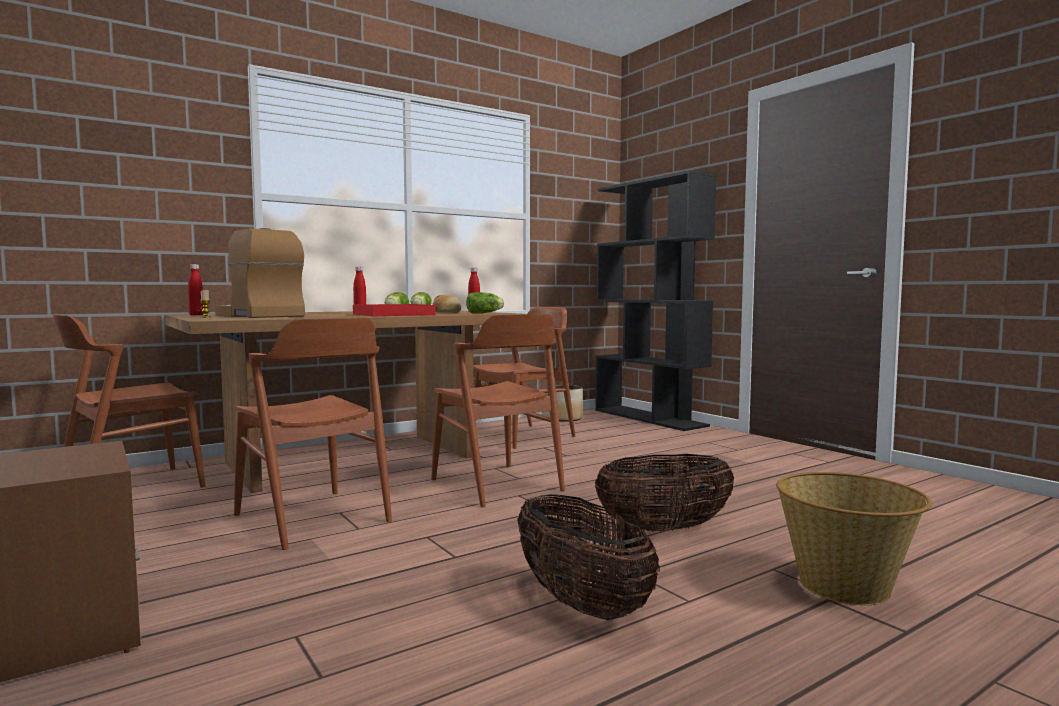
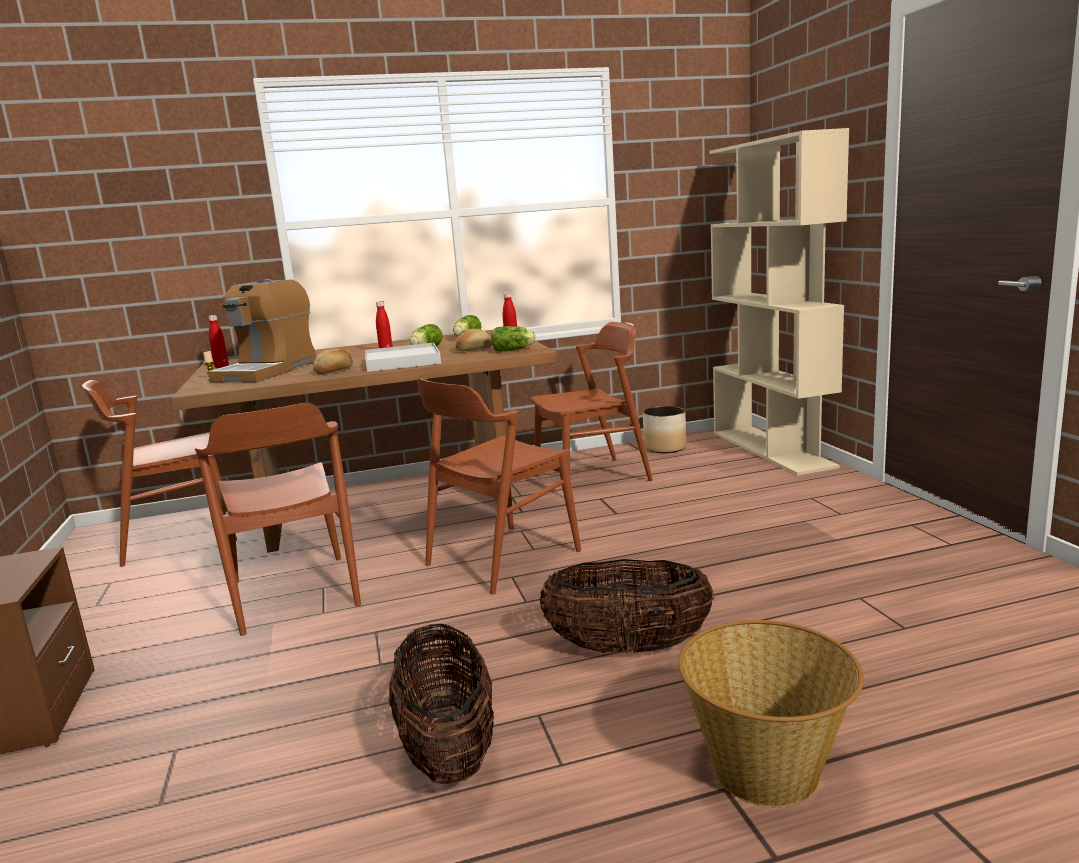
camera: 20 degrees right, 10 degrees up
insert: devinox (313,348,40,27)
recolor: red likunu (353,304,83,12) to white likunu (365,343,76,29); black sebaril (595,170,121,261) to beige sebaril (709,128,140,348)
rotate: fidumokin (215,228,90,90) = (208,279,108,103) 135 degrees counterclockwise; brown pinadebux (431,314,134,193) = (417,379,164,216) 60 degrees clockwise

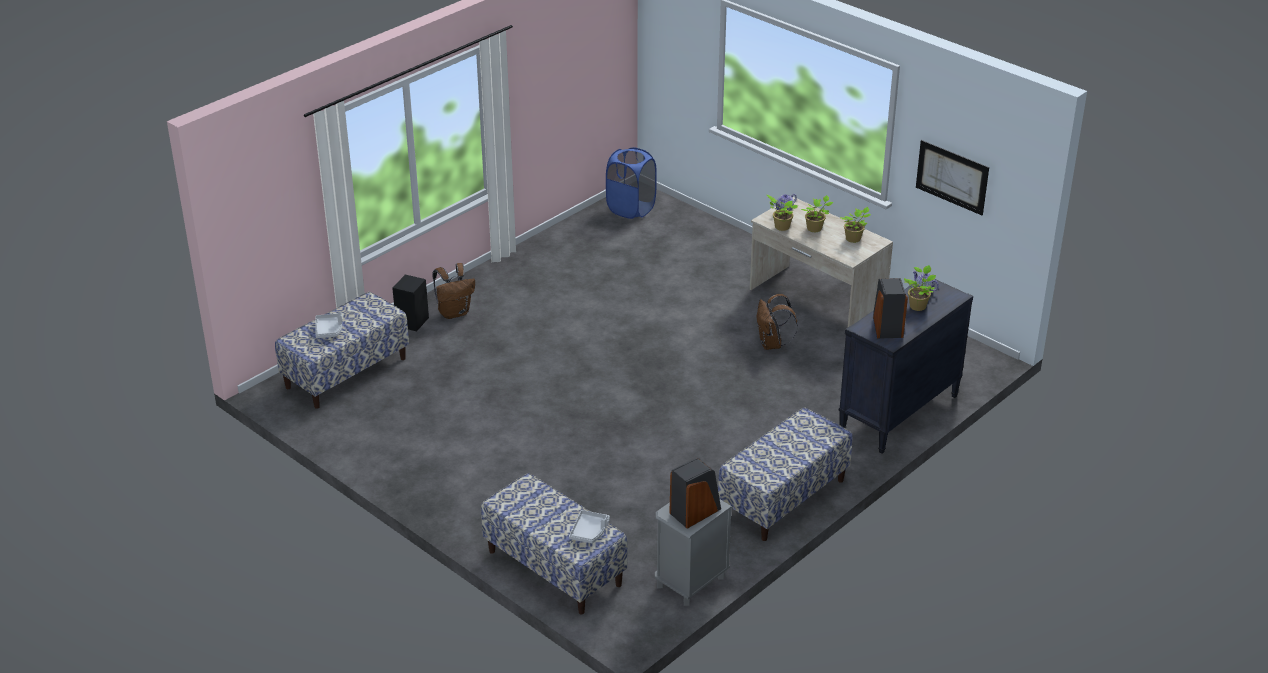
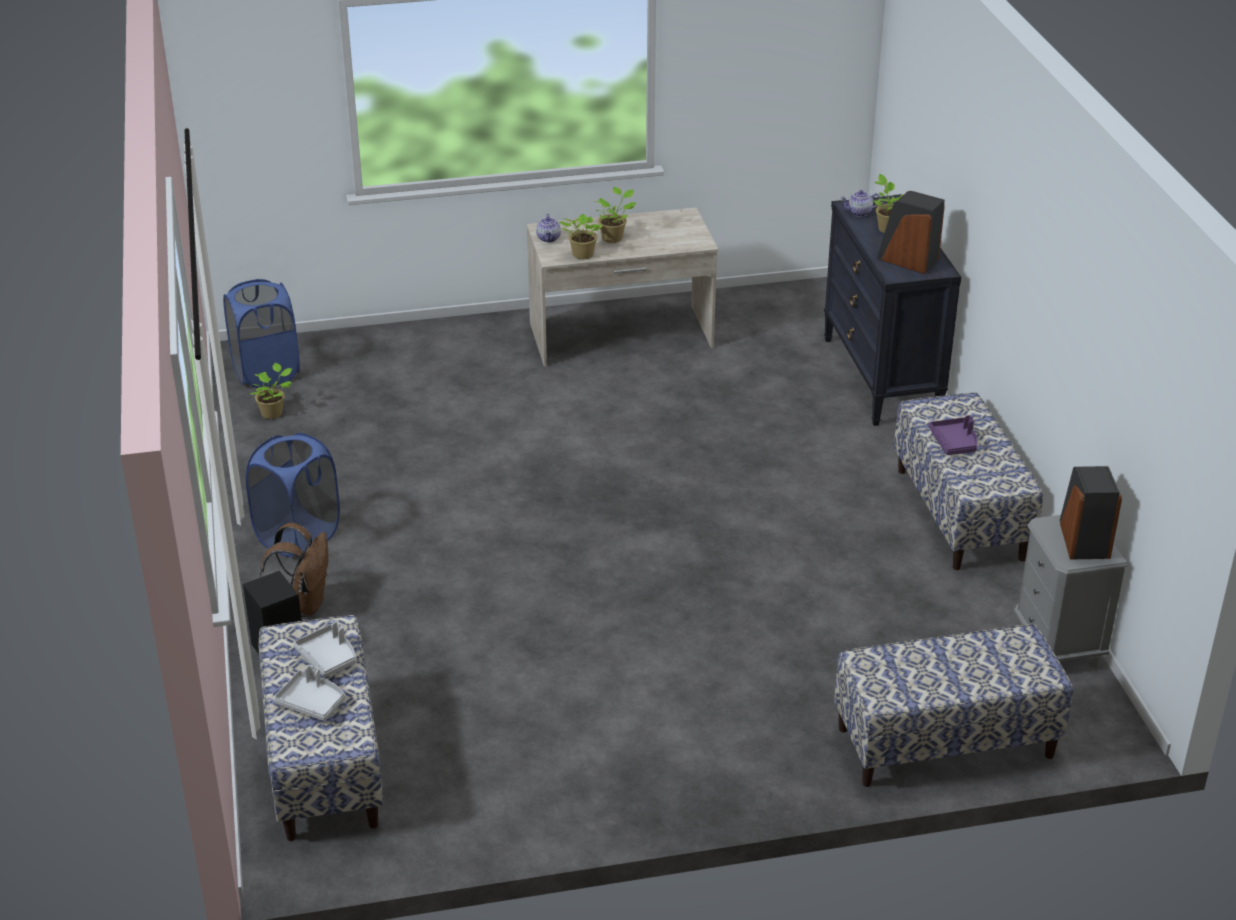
camera: 55 degrees left, 0 degrees up
delete: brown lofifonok (757,294,41,56); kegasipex (916,140,73,75)
insert: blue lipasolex (246,433,94,124); purple likunu (929,415,49,40)
move: grey likunu (569,510,41,33) to (293,621,63,57); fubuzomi (840,207,31,36) to (250,363,42,56)

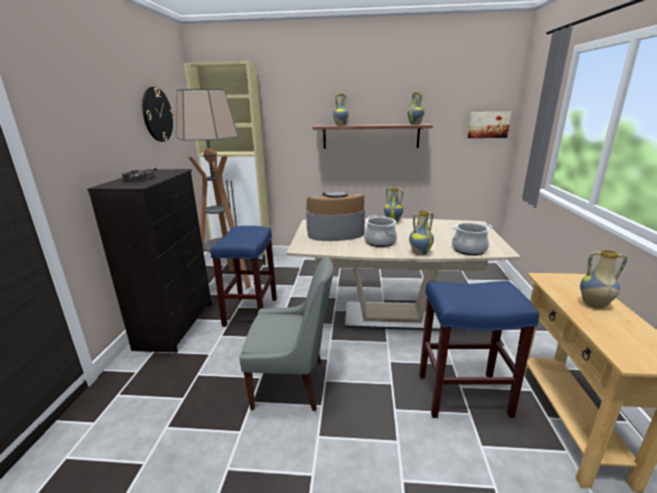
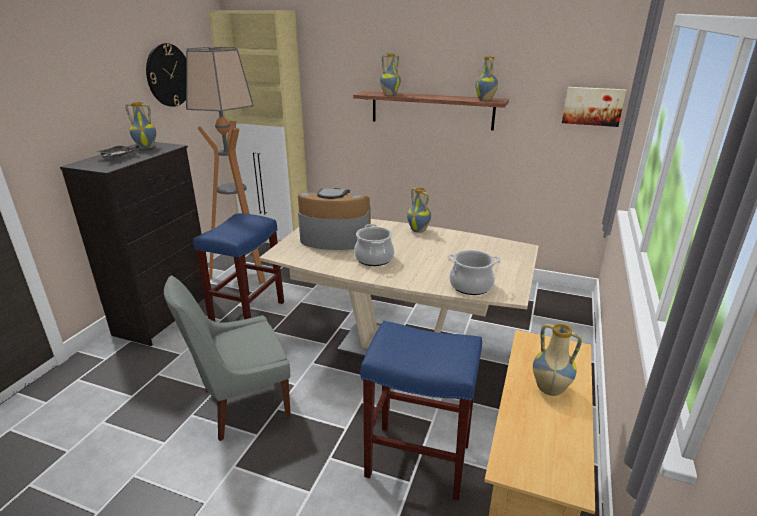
camera: 15 degrees right, 5 degrees up
move: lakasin (409,210,25,45) to (126,102,30,47)
rotate: grey pinadebux (239,255,95,156) = (164,275,127,166) 135 degrees clockwise

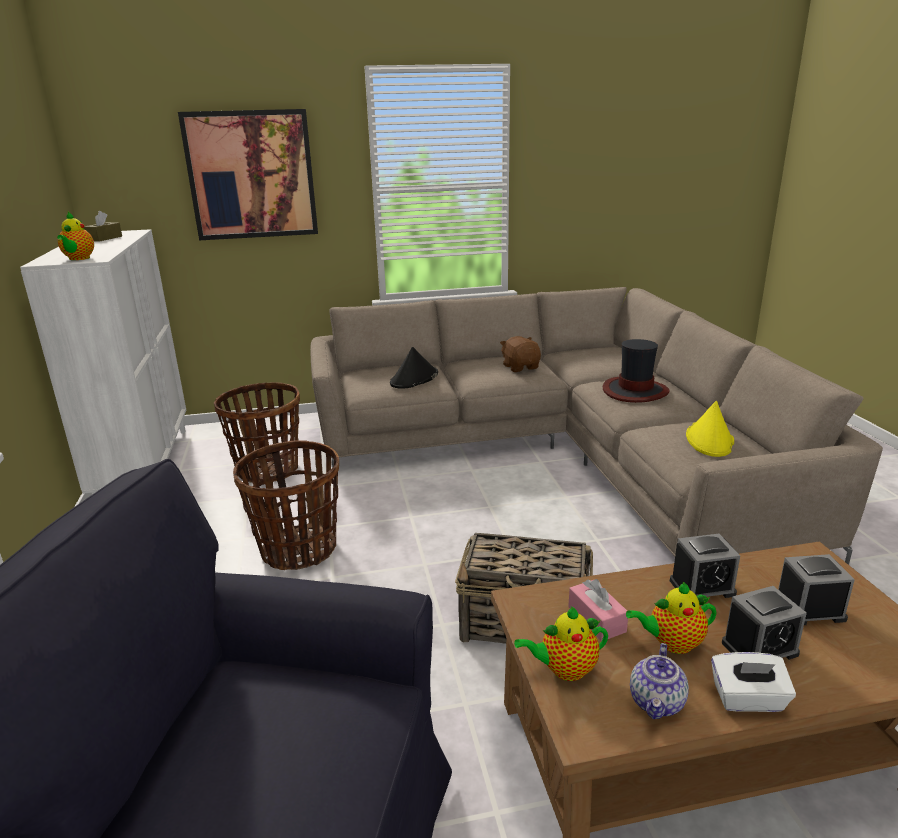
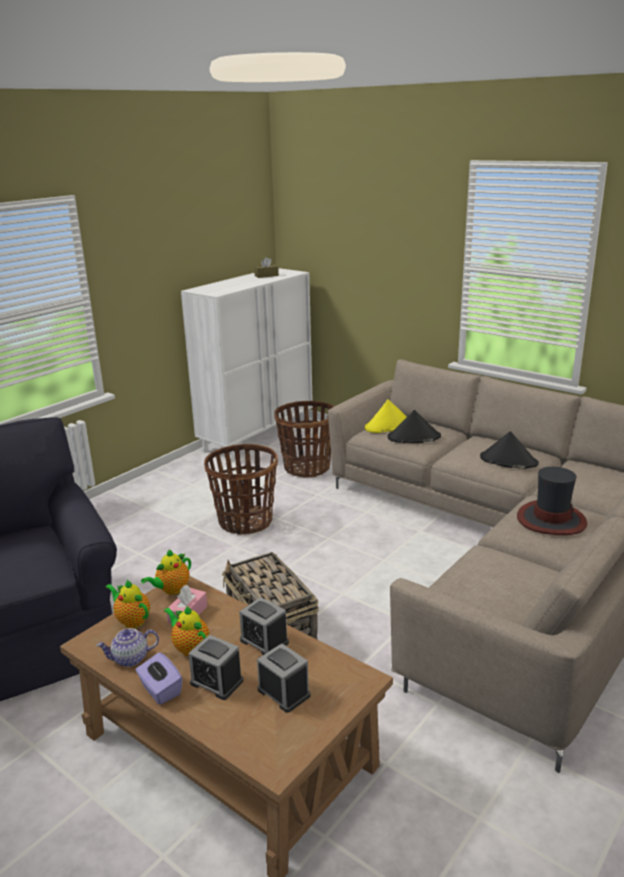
camera: 50 degrees right, 0 degrees up
delete: kegasipex (178,109,140,131)
move: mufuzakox (57,212,37,48) to (141,549,50,46); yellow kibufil (686,401,48,56) to (365,399,42,34)
replace: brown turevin (500,336,41,36) to black kibufil (480,431,59,38)
recolor: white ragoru (711,652,85,60) to purple ragoru (136,652,47,53)

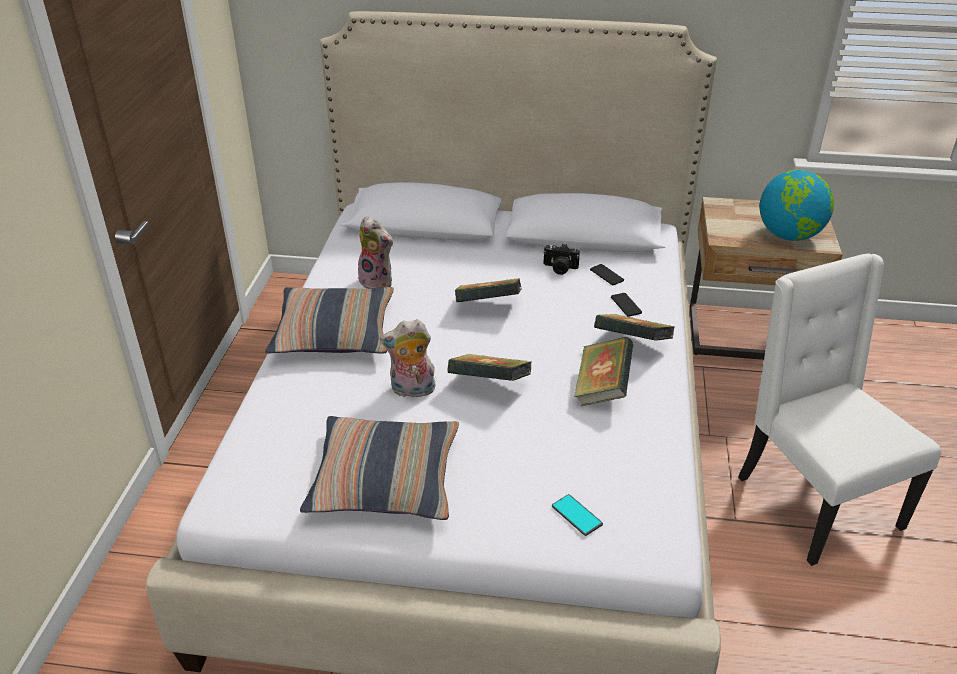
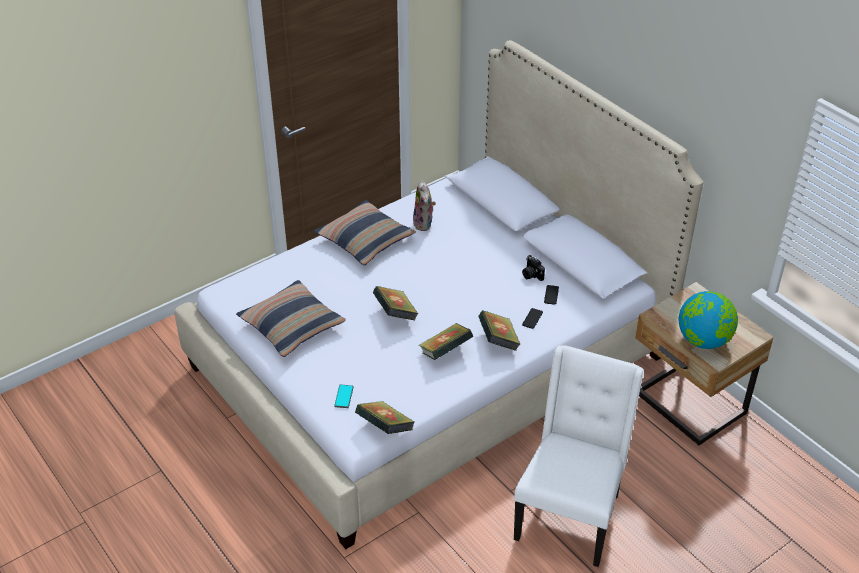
camera: 45 degrees right, 5 degrees up
delete: turevin (380,319,56,81)
move: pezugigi (455,278,66,24) to (355,401,59,33)

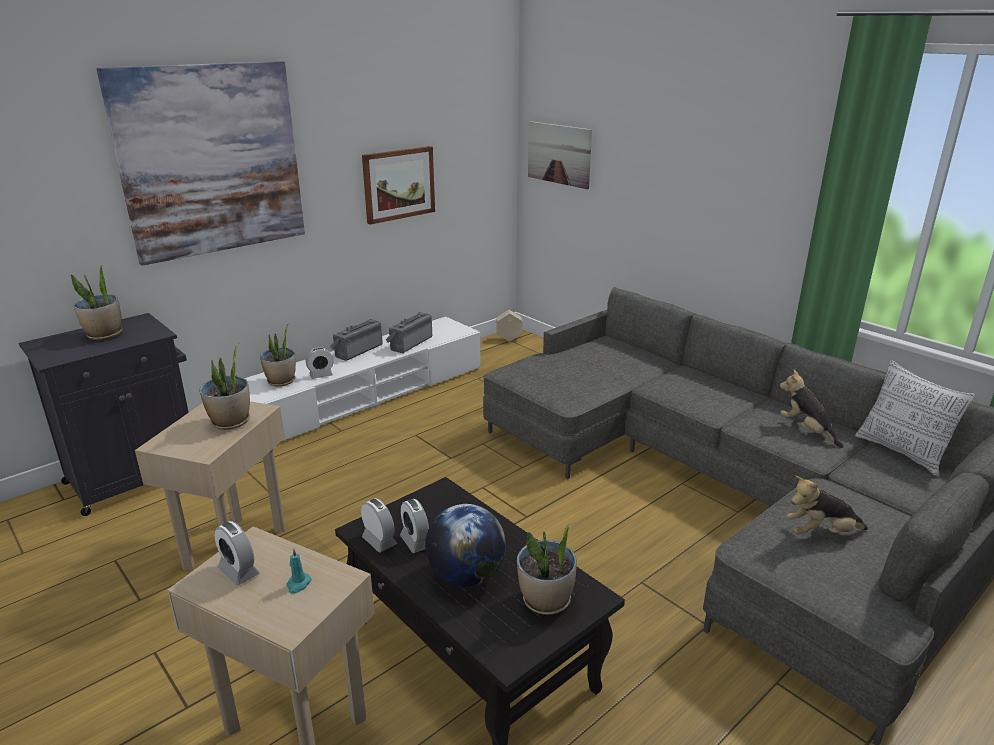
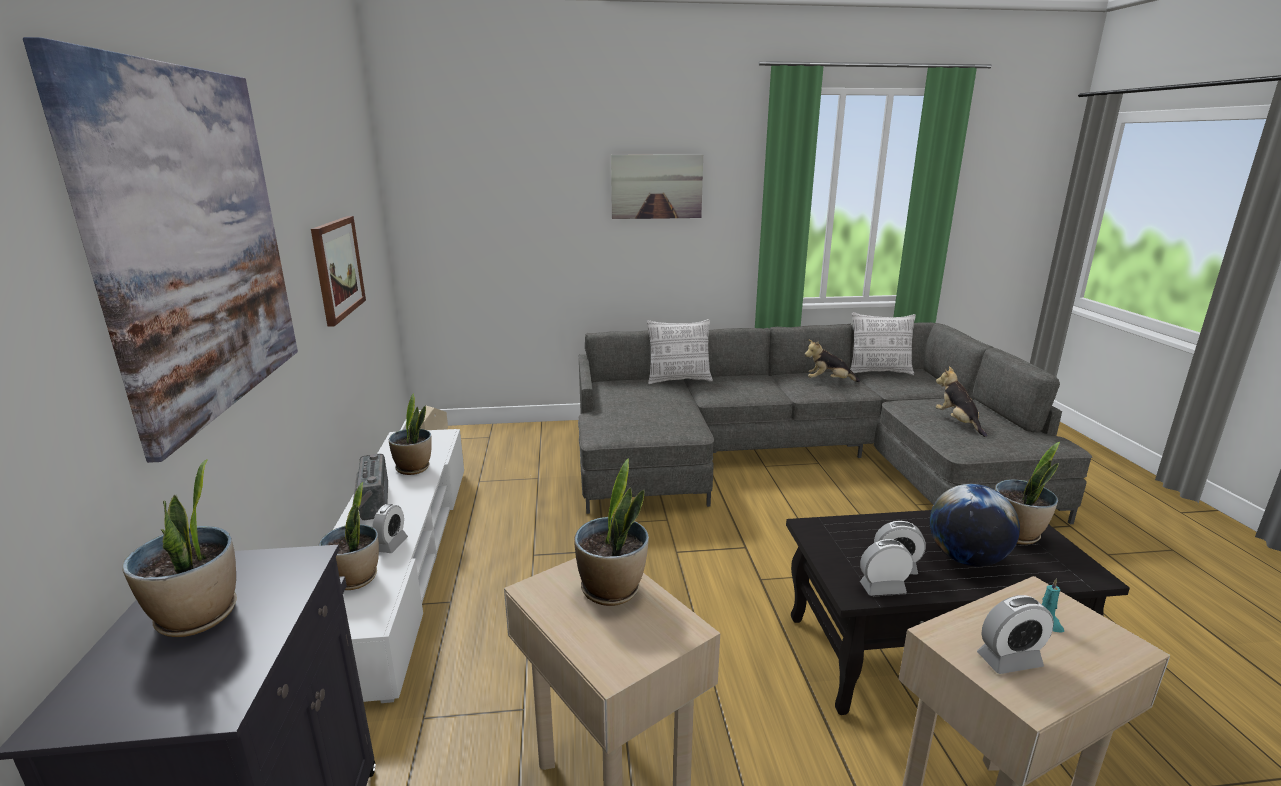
camera: 55 degrees left, 5 degrees down
insert: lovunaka (646,319,67,65)
move: kegasipex (528,121,64,68) to (611,155,92,64)
replace: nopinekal (386,312,46,41) to fubuzomi (389,393,43,82)
rotate: turevin (787,476,81,58) = (936,366,51,71) 135 degrees clockwise

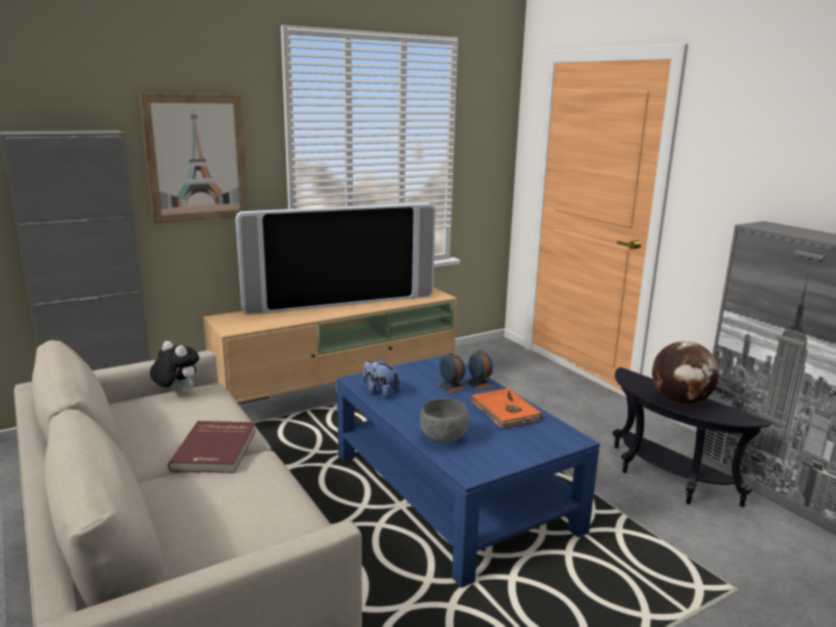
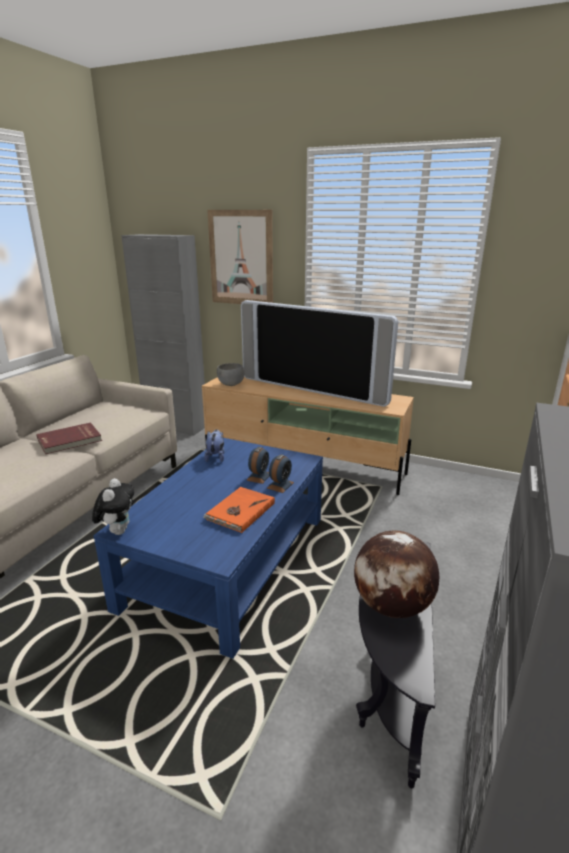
camera: 55 degrees right, 5 degrees up
move: turevin (150,341,49,54) to (92,478,42,57); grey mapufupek (420,399,49,44) to (217,363,27,23)

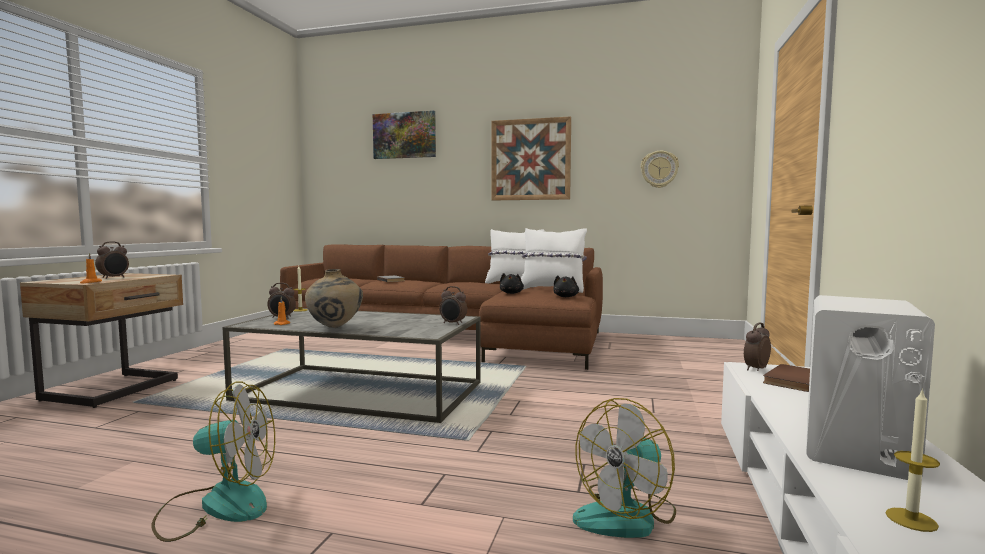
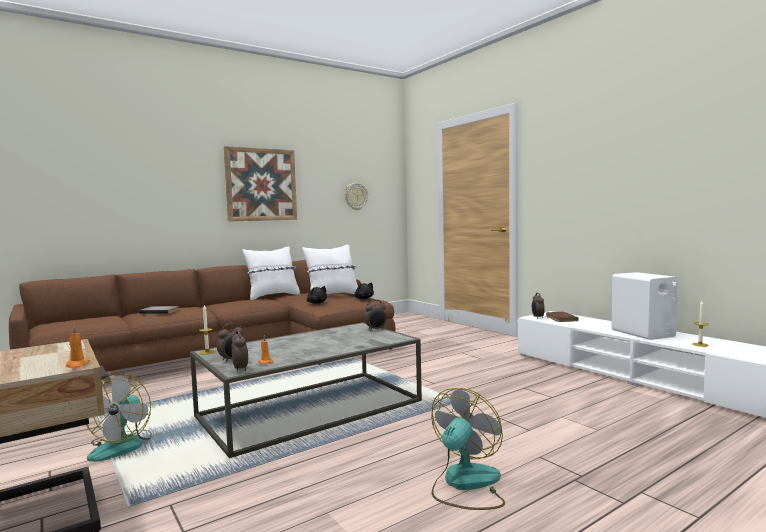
camera: 50 degrees left, 0 degrees up
delete: beige lakasin (305,269,58,59); kegasipex (373,110,63,49)
move: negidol (95,241,34,38) to (231,330,17,41); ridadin (573,398,103,140) to (86,374,66,88)

